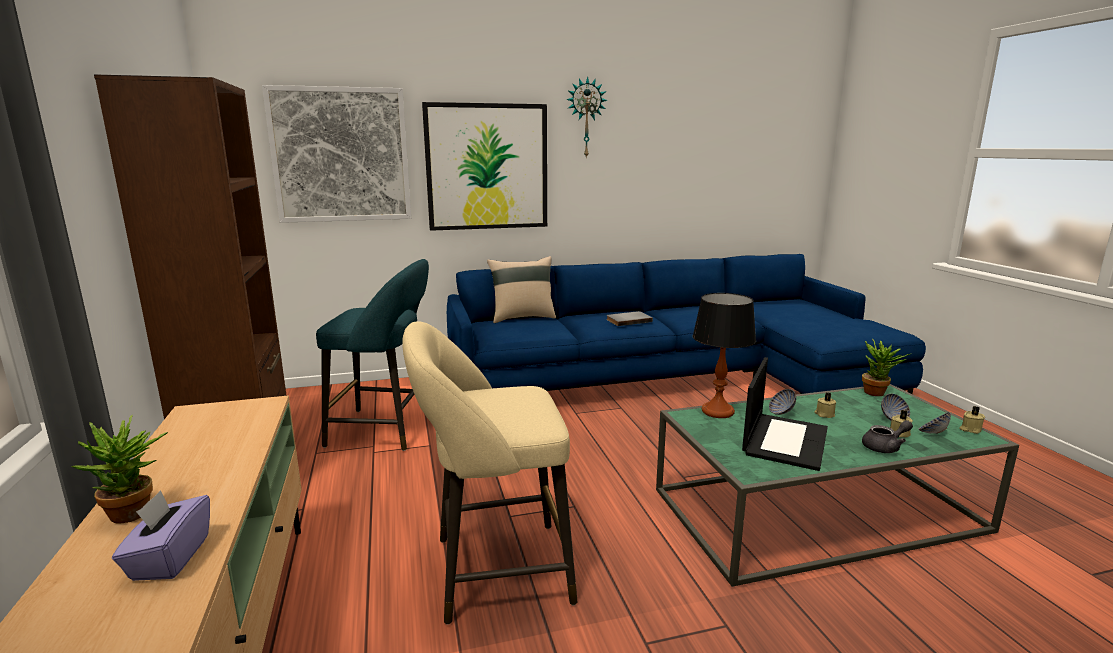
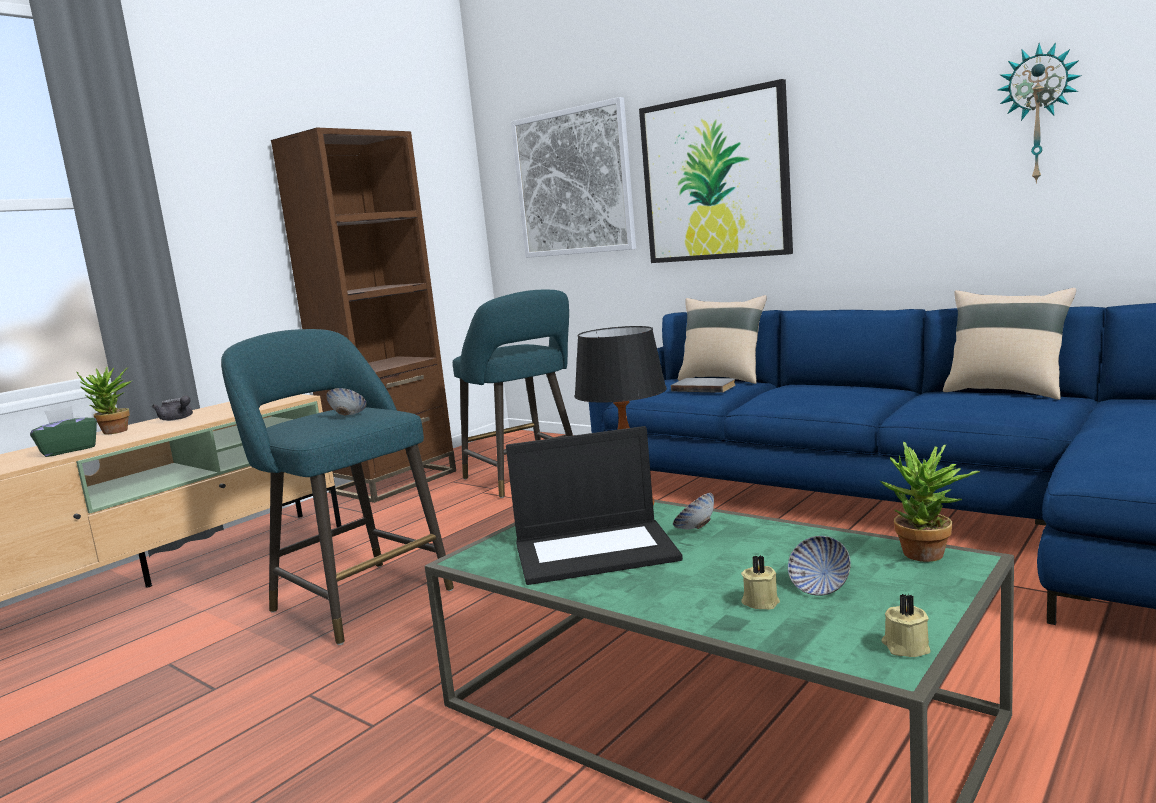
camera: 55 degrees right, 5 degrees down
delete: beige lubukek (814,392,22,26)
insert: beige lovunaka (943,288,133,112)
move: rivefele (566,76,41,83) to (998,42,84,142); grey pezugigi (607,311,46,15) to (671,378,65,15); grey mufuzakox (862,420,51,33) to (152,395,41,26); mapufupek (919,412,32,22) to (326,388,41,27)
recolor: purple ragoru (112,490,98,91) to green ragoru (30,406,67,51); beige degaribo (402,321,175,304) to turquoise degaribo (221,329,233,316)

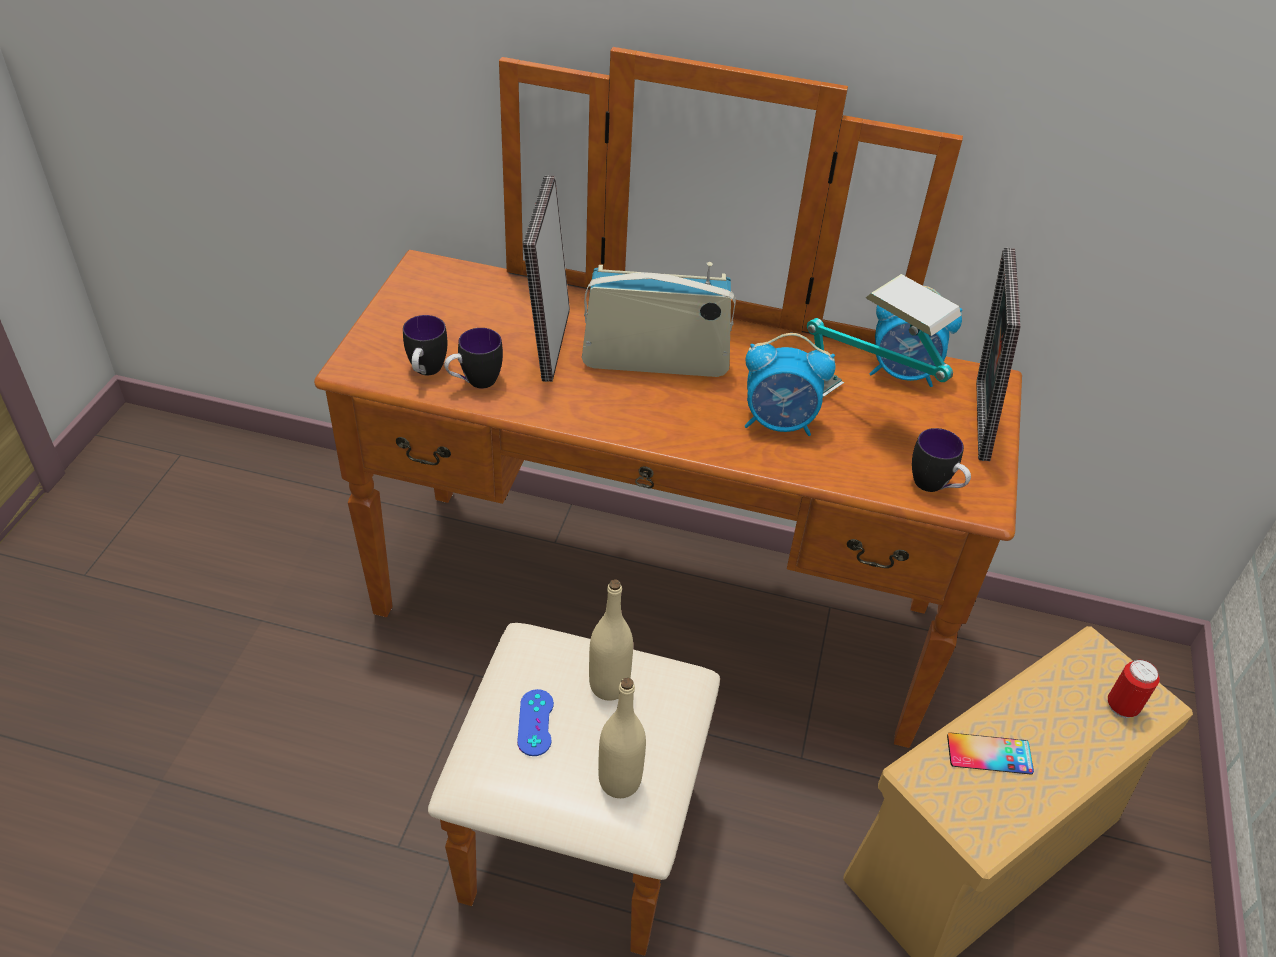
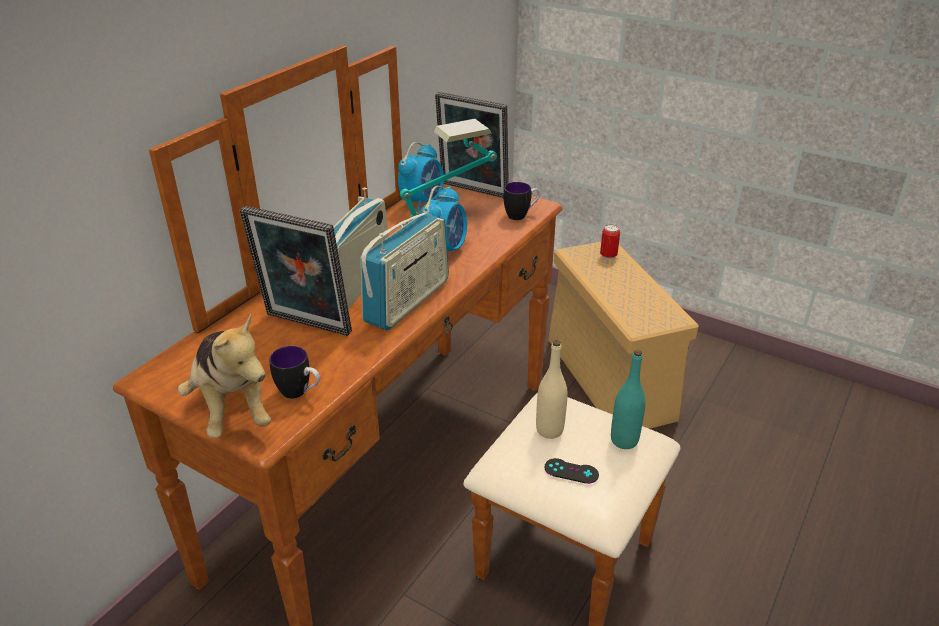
camera: 70 degrees left, 10 degrees down
delete: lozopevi (444,328,59,61); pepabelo (947,732,87,43)
insert: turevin (178,314,93,124); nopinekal (360,213,89,117)
recolor: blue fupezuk (517,689,37,67) to black fupezuk (544,458,55,26); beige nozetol (598,678,48,120) to turquoise nozetol (611,350,34,99)

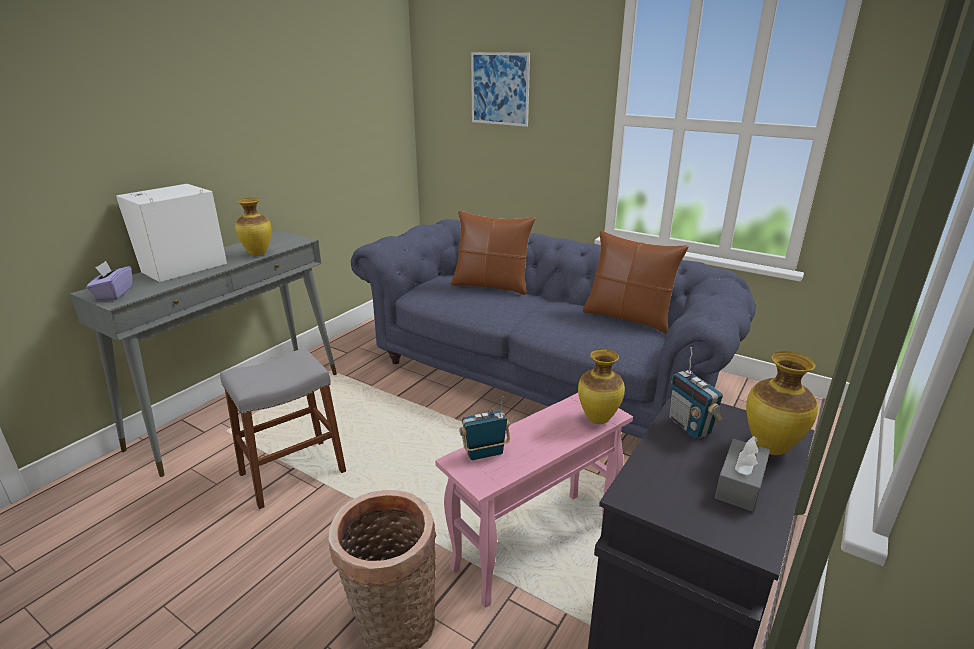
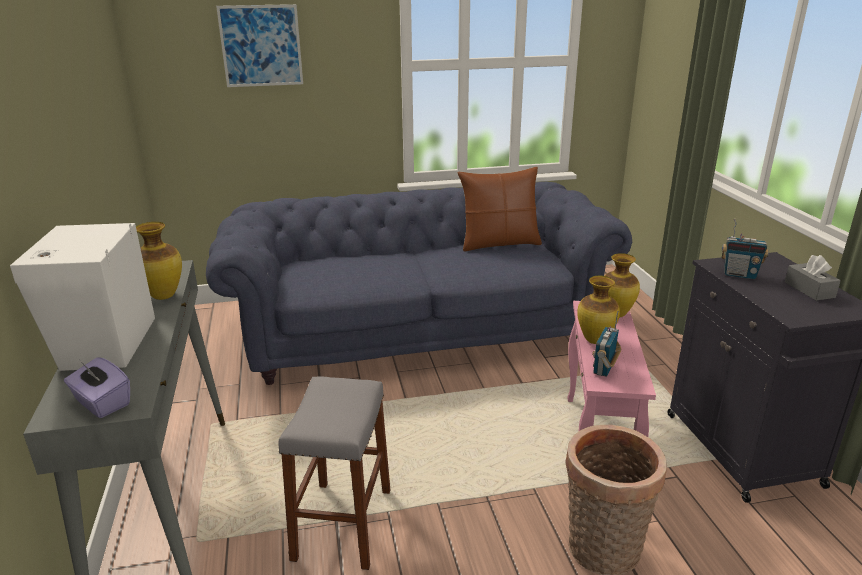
camera: 45 degrees left, 0 degrees up
delete: brown lovunaka (451,210,84,85)
move: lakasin (746,351,72,104) to (577,276,43,68)

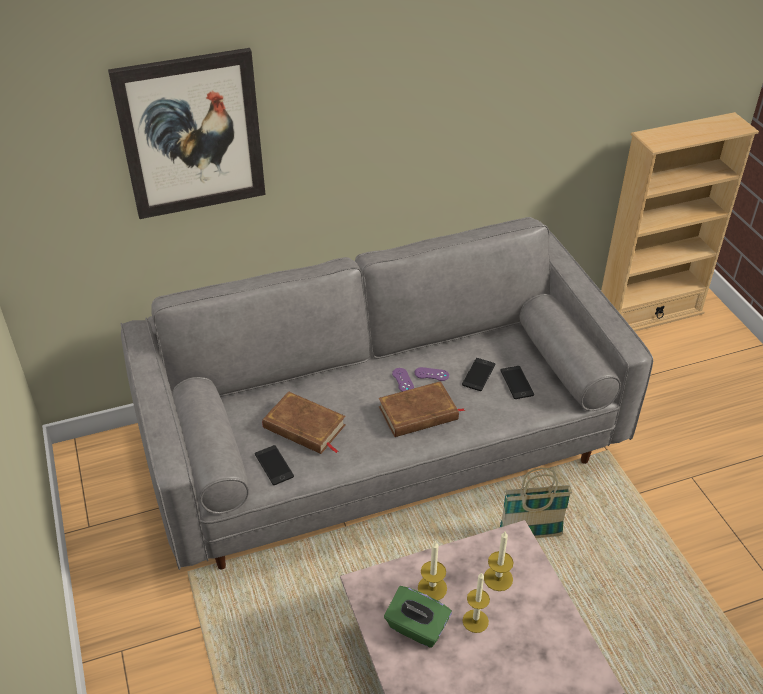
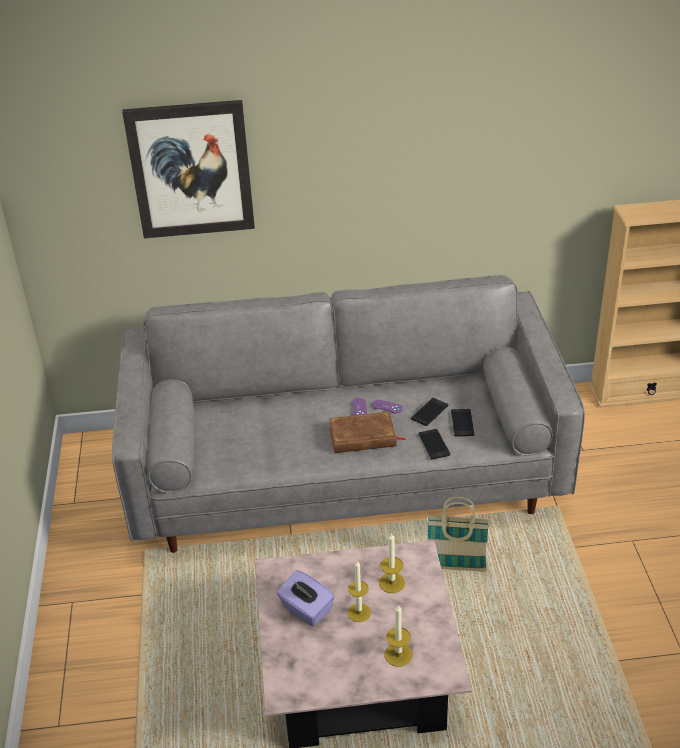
camera: 15 degrees right, 5 degrees down
delete: brown pezugigi (262,391,84,63)
move: pepabelo (255,445,39,40) to (418,429,32,30); lubukek (418,541,29,60) to (385,605,28,62)
recolor: green ragoru (384,586,68,62) to purple ragoru (276,570,59,56)

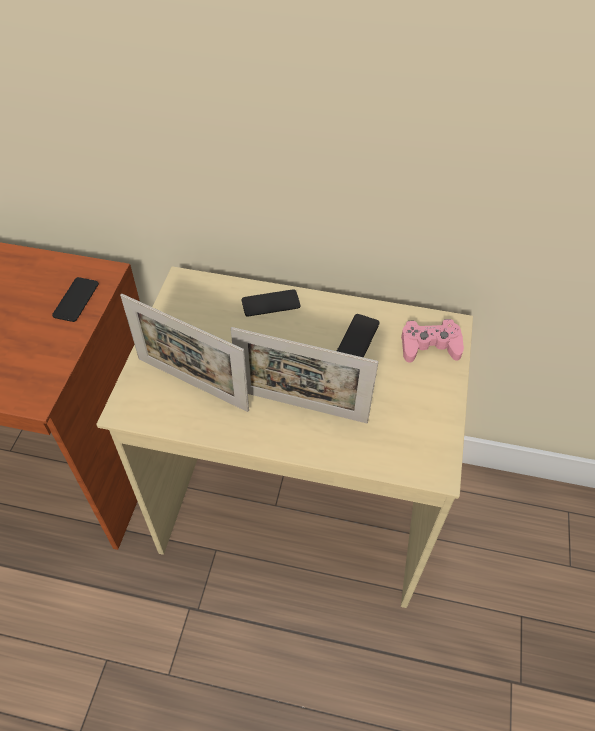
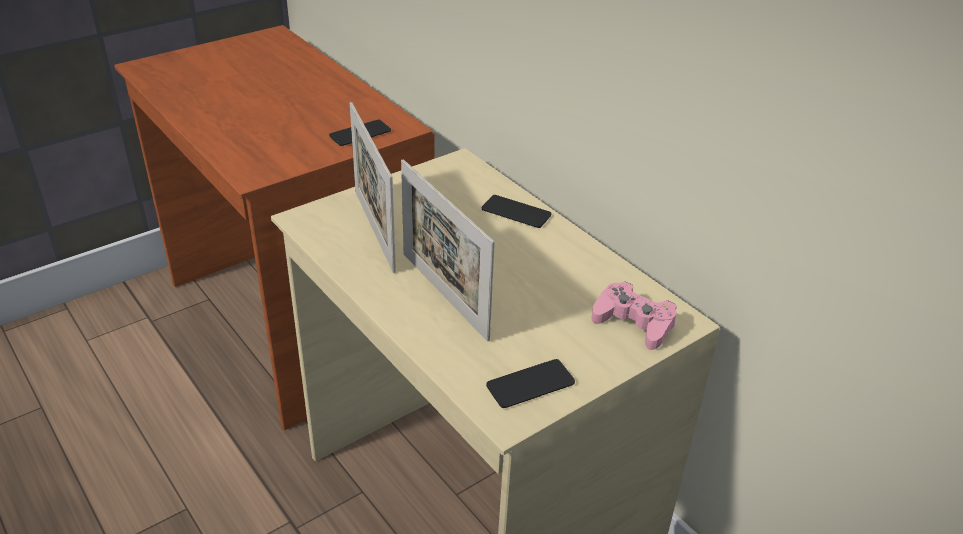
camera: 40 degrees right, 15 degrees down
move: pepabelo (337,314,42,43) to (486,359,89,49)

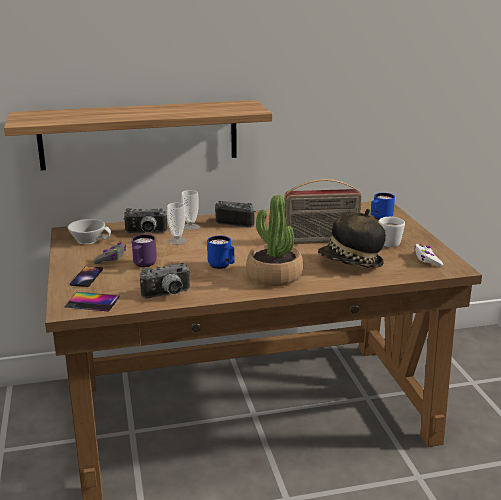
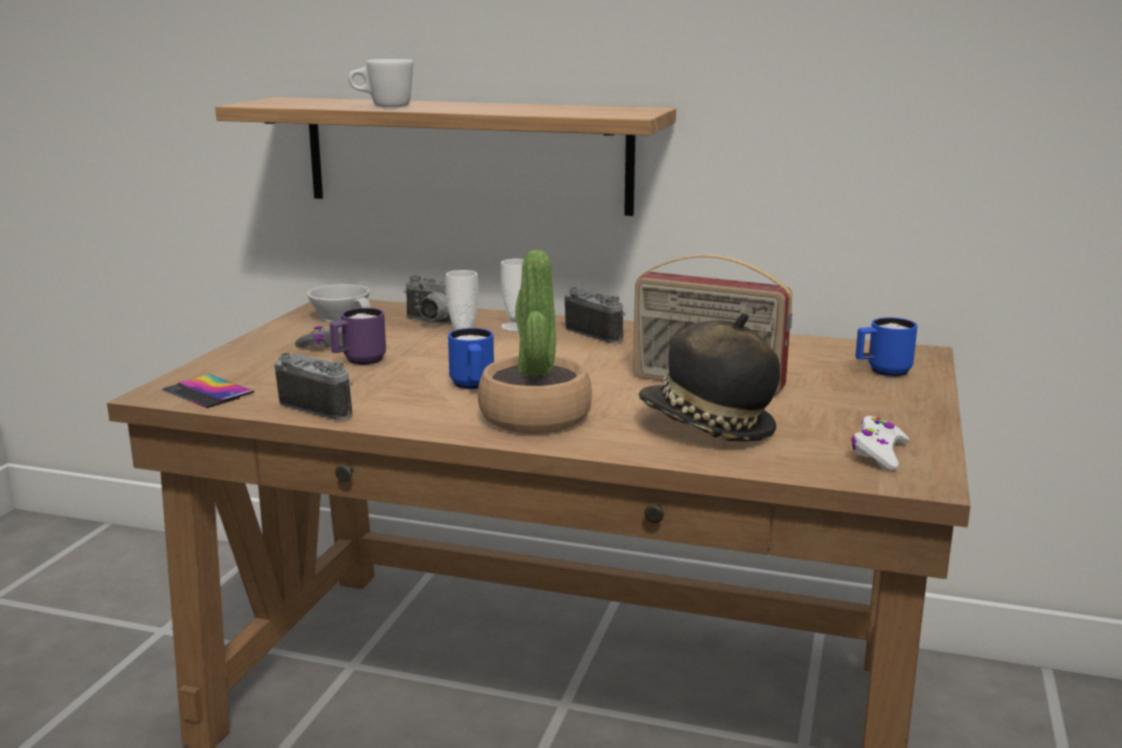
camera: 30 degrees right, 5 degrees down
delete: pepabelo (70,266,33,21)
move: white lozopevi (378,217,27,30) to (348,59,65,48)
rotate: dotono (140,262,51,36) = (275,353,78,67) 150 degrees counterclockwise

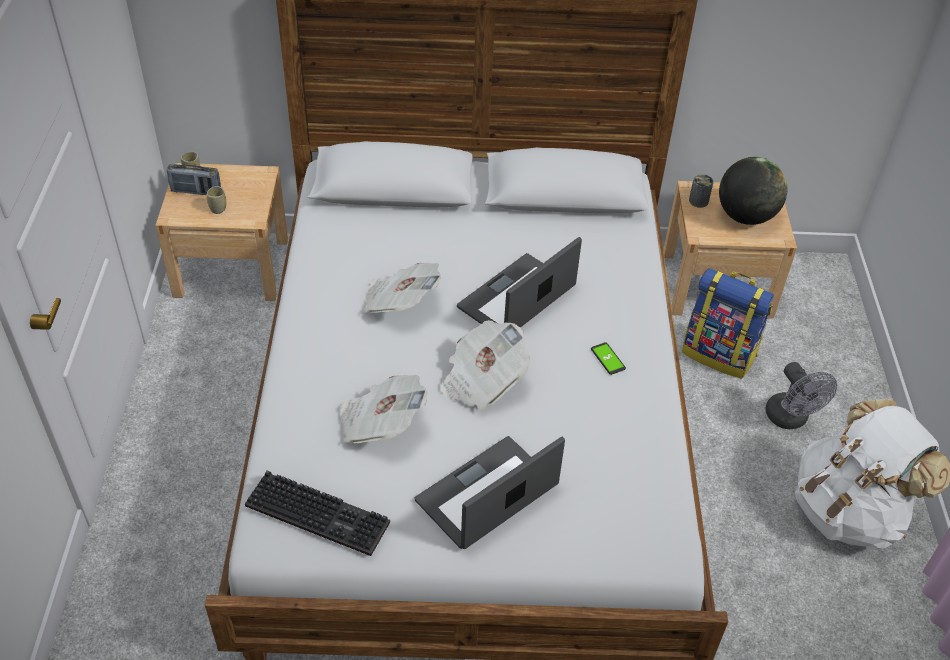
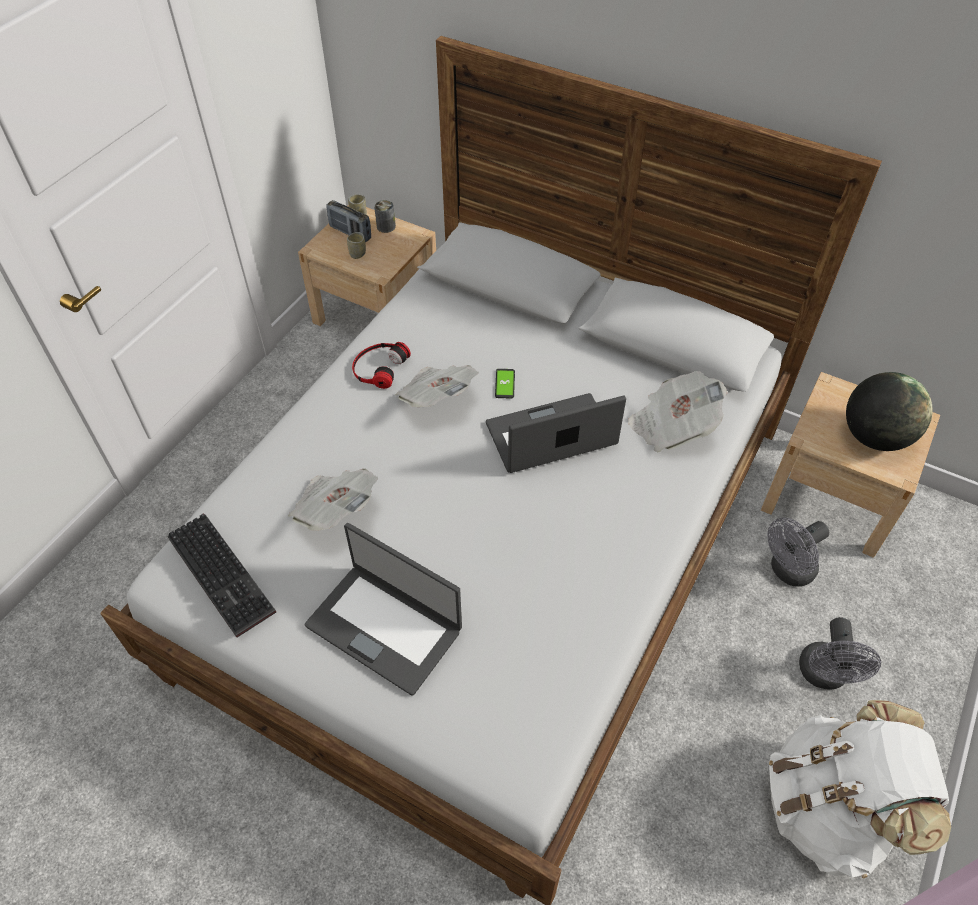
camera: 30 degrees right, 5 degrees up
insert: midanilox (352,342,59,47)
move: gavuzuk (440,320,90,91) to (628,371,100,82); pepabelo (591,342,35,33) to (495,369,20,30); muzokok (689,174,24,34) to (374,200,22,33)
replace: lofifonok (682,268,92,111) to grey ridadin (767,518,62,69)
rotate: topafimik (415,436,150,113) = (305,523,157,173) 135 degrees counterclockwise

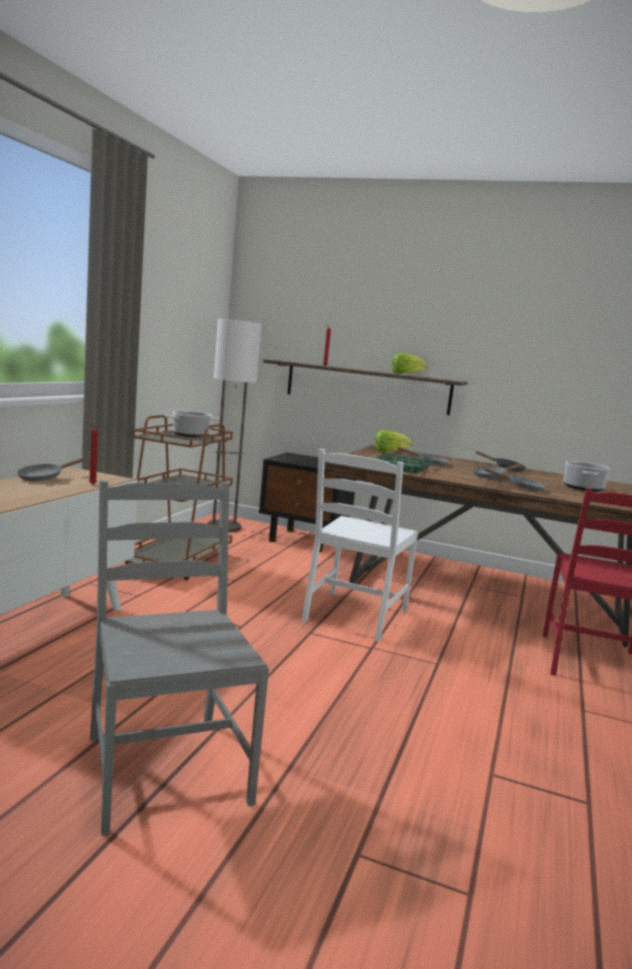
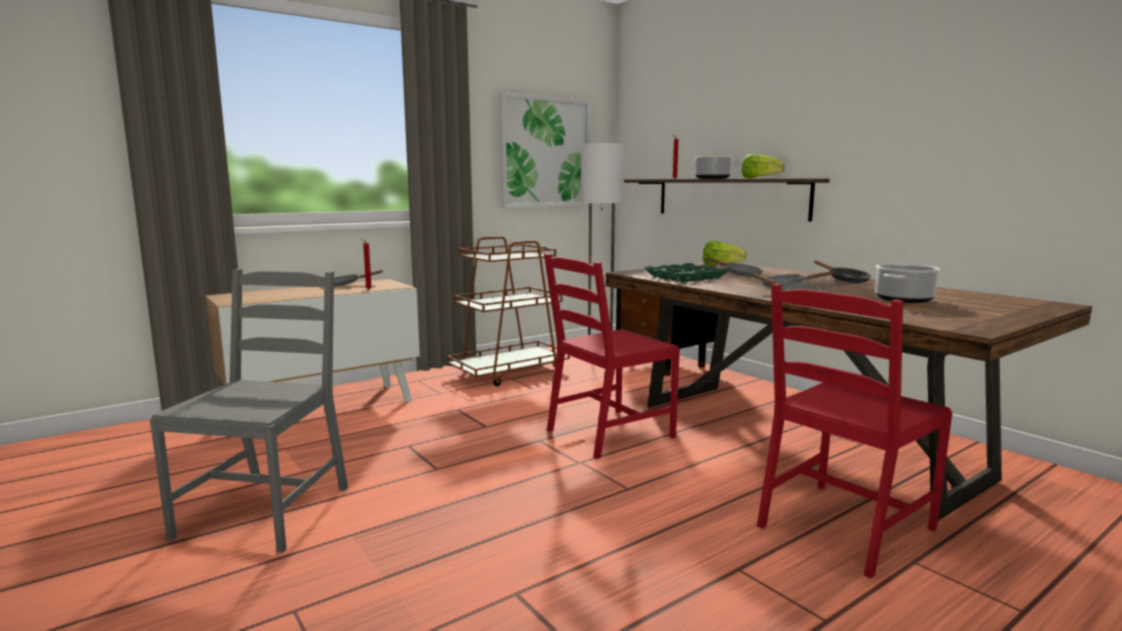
camera: 35 degrees right, 0 degrees up
insert: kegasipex (499,92,92,116)
move: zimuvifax (165,411,54,27) to (687,156,53,23)
recolor: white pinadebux (302,449,116,193) to red pinadebux (544,254,136,205)

